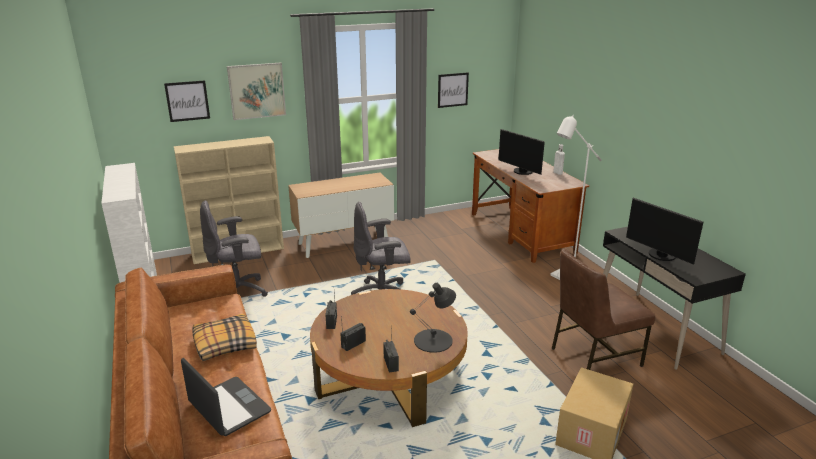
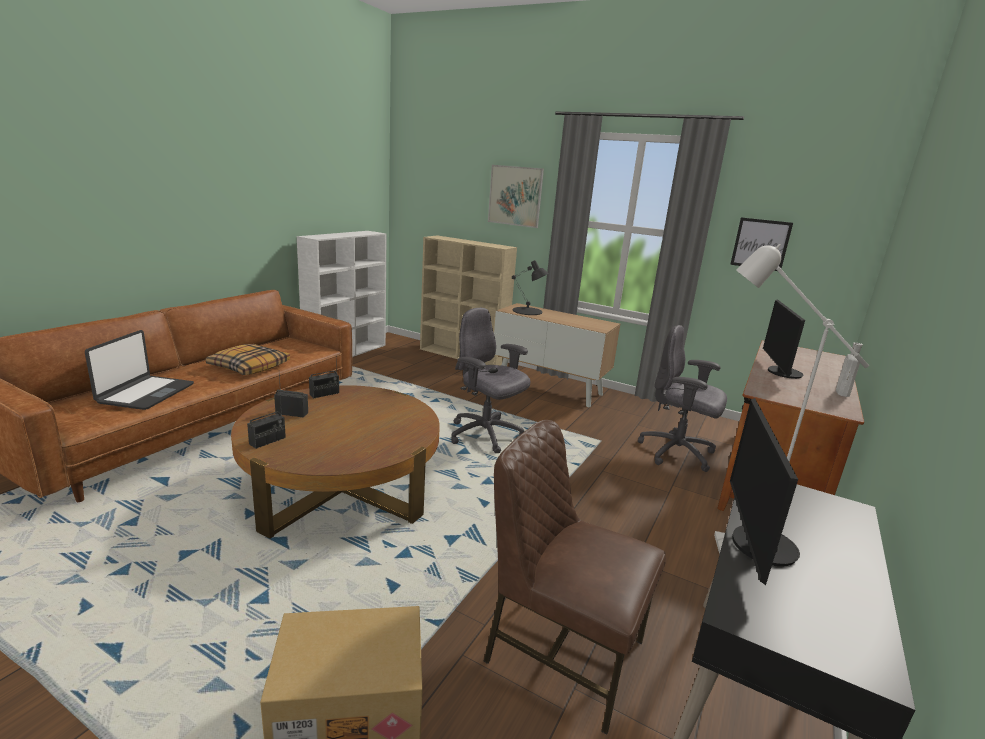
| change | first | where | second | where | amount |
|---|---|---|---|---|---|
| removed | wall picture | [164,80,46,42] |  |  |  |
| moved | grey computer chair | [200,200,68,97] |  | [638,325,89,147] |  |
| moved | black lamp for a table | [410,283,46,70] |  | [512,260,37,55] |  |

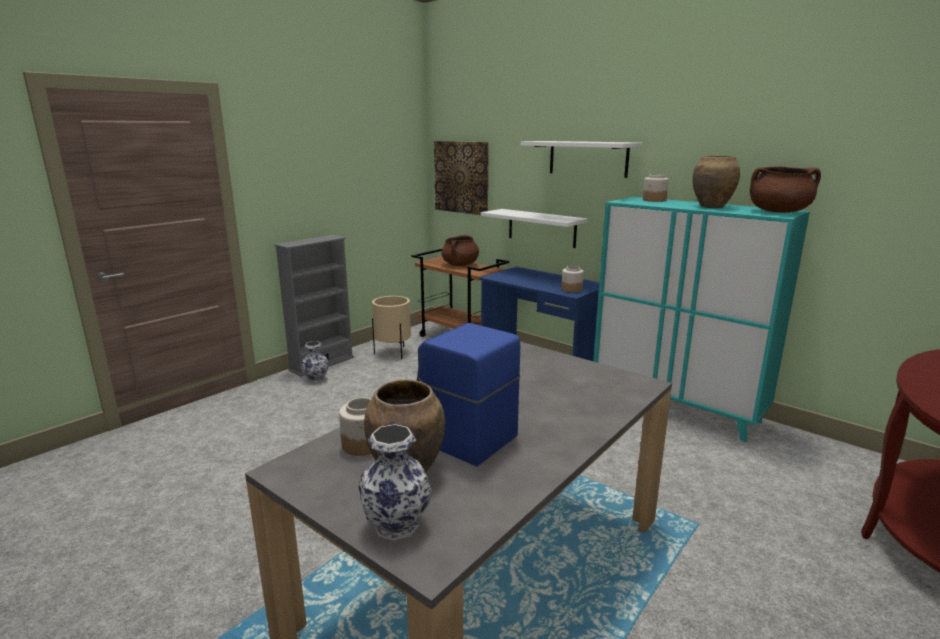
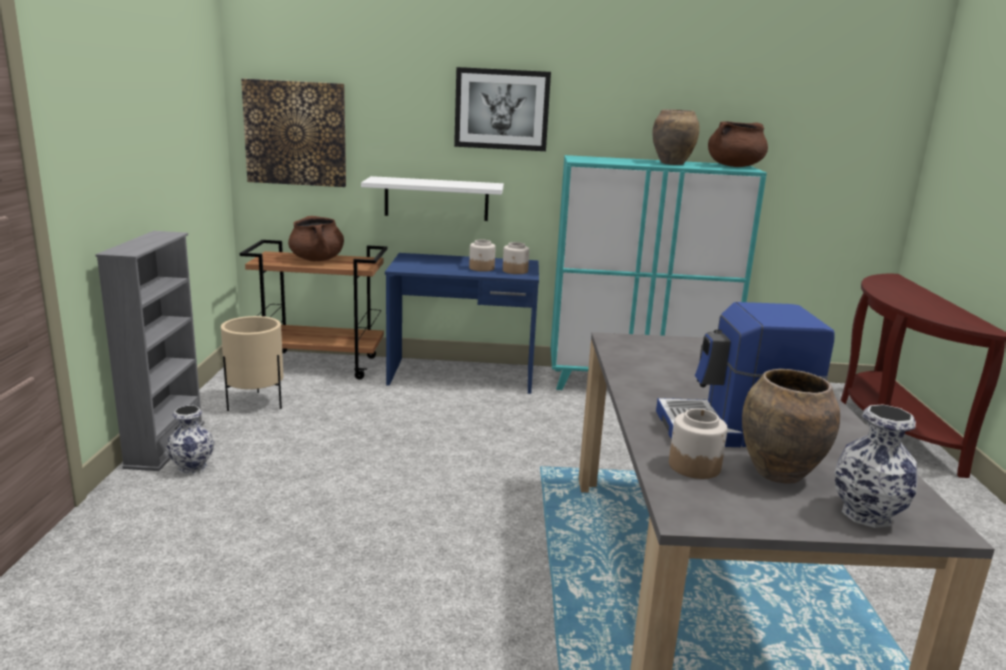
| change | first | where | second | where | amount |
|---|---|---|---|---|---|
| replaced | whitish bracket shelf | [520,141,122,37] | wall picture | [454,67,97,84] |  |
| moved | storage jar | [643,174,26,28] |  | [469,240,27,32] |  |

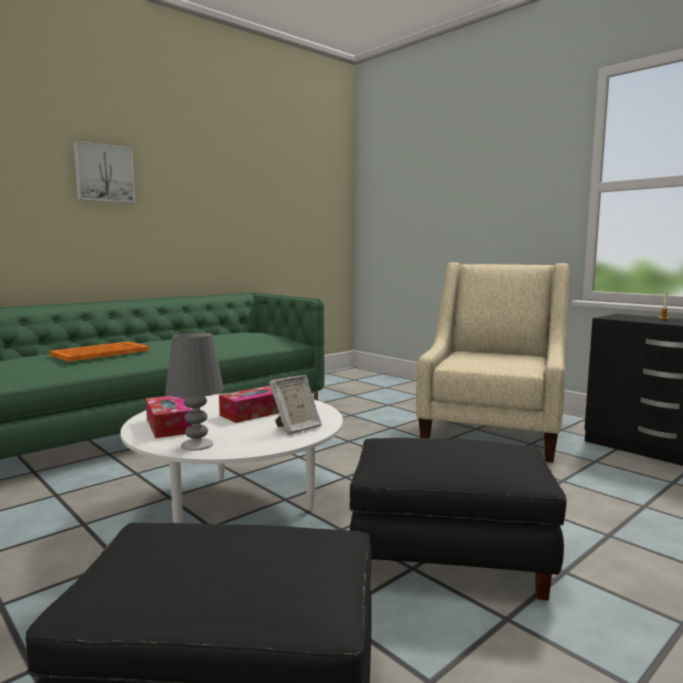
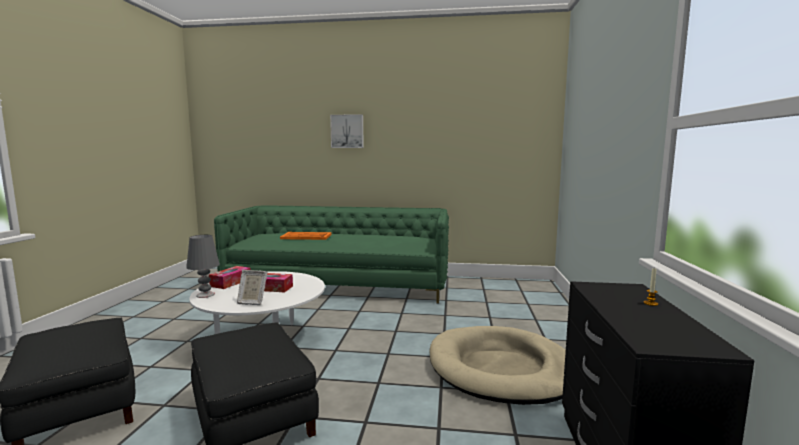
| change | first | where | second | where | amount |
|---|---|---|---|---|---|
| replaced | beige-coloured easy chair | [416,263,154,200] | beige-coloured pet bed | [430,326,136,79] |  |

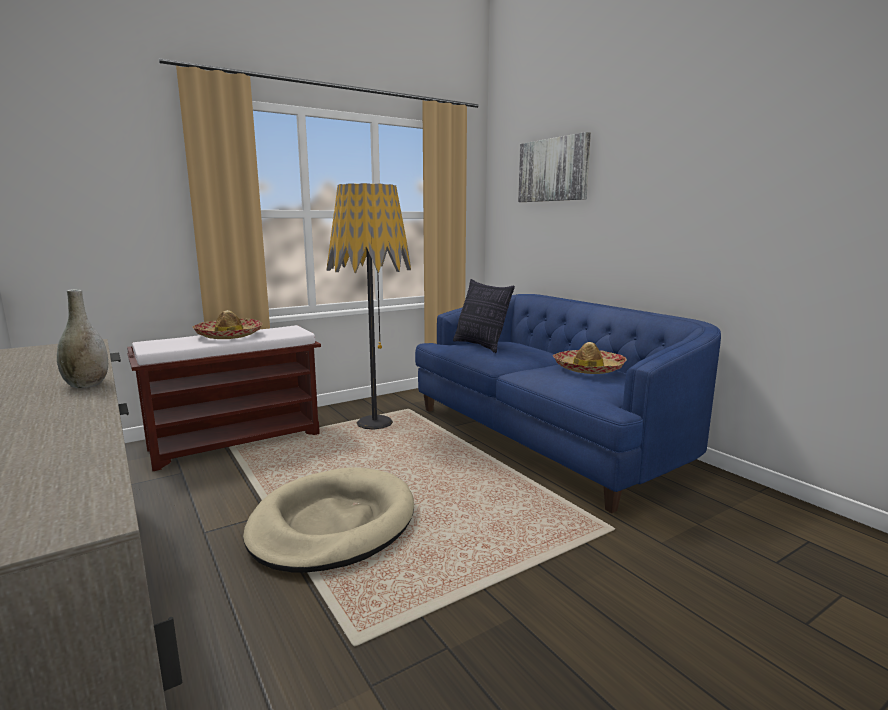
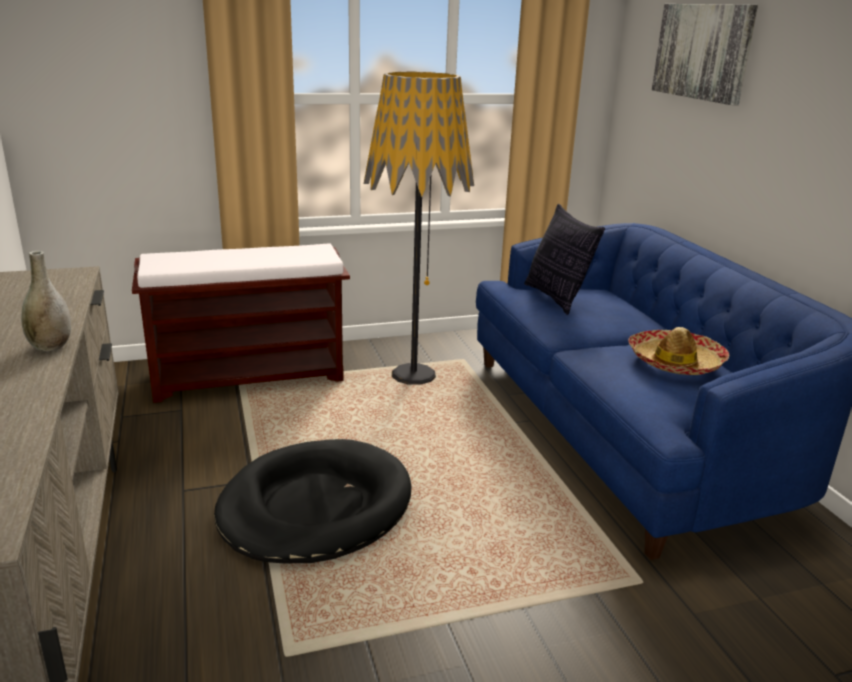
| change | first | where | second | where | amount |
|---|---|---|---|---|---|
| removed | wearable hat | [193,310,69,29] |  |  |  |
| recoloured | beige-coloured pet bed | [243,467,171,106] | black pet bed | [214,439,198,124] |  |

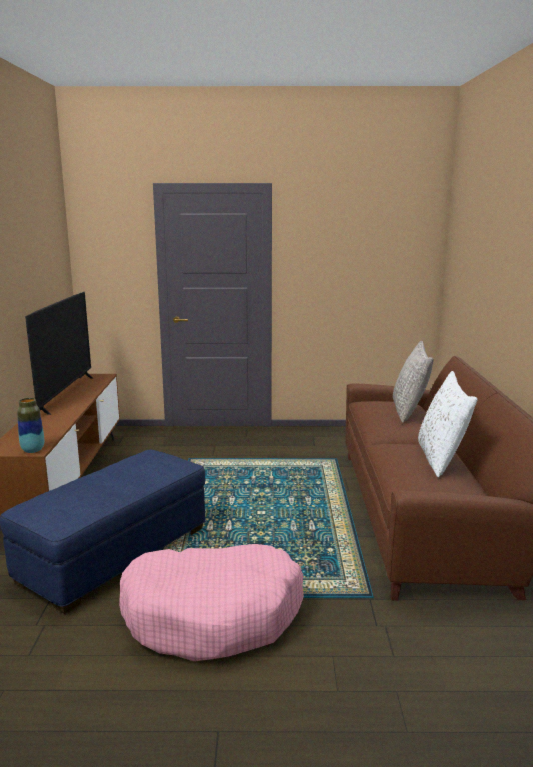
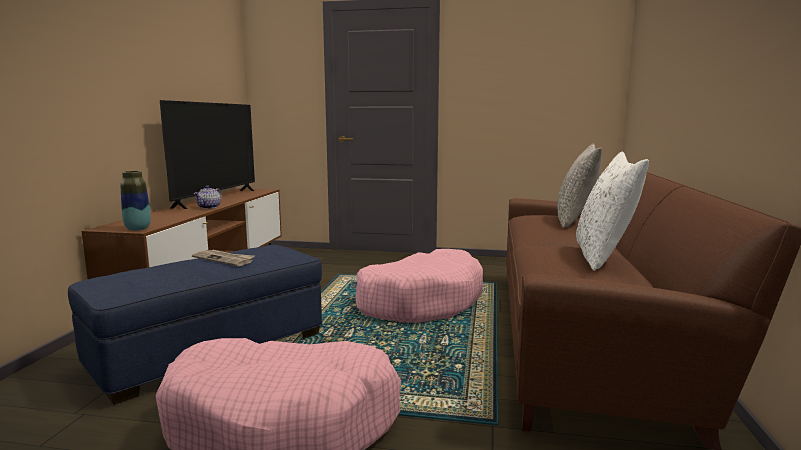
| change | first | where | second | where | amount |
|---|---|---|---|---|---|
| added |  |  | daily paper | [192,250,62,16] |  |
| added |  |  | tea pot | [193,185,29,24] |  |
| added |  |  | pink pet bed | [356,249,127,74] |  |

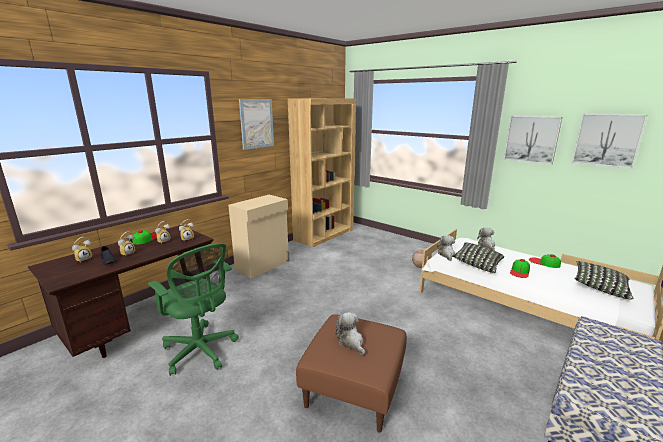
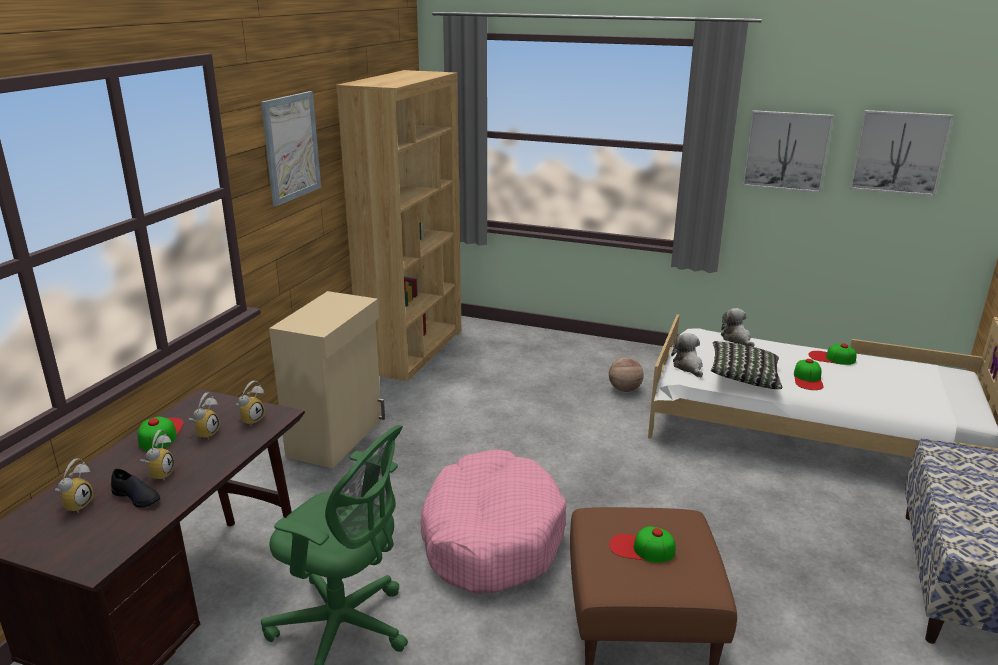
| change | first | where | second | where | amount |
|---|---|---|---|---|---|
| replaced | cuddly toy | [335,312,30,43] | cap | [609,526,67,37] |  |
| removed | pillow | [575,261,58,39] |  |  |  |
| added |  |  | pink pet bed | [420,450,147,144] |  |

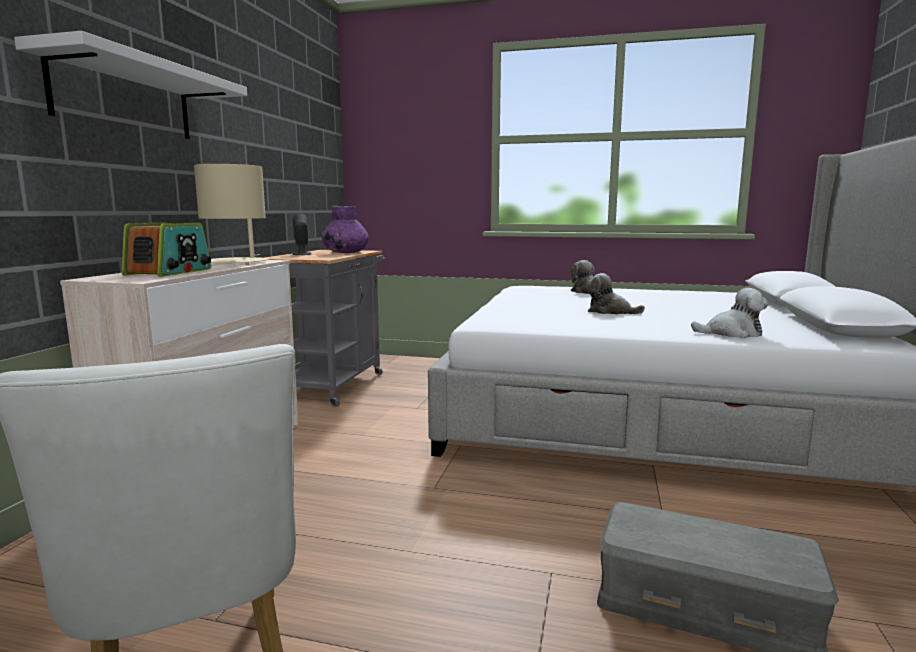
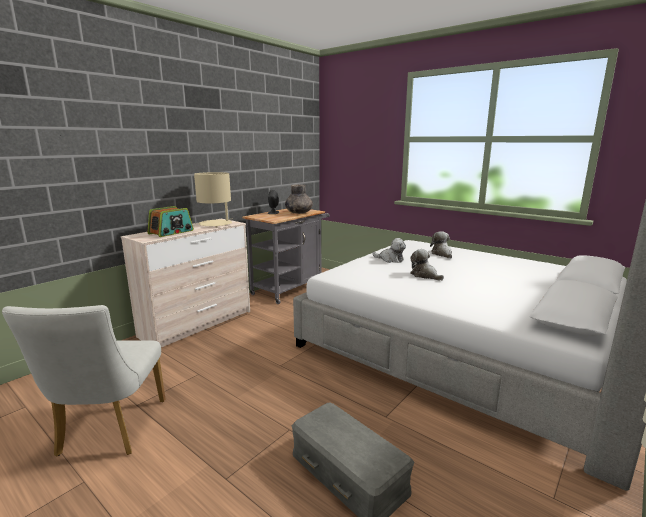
| change | first | where | second | where | amount |
|---|---|---|---|---|---|
| removed | whitish bracket shelf | [14,31,233,108] |  |  |  |
| recoloured | purple flower vase | [322,206,47,47] | grey flower vase | [285,184,28,30] |  |
| moved | cuddly toy | [691,288,77,50] |  | [373,238,33,25] |  |

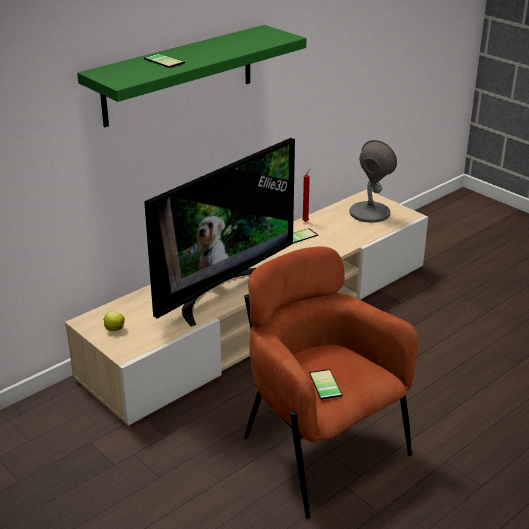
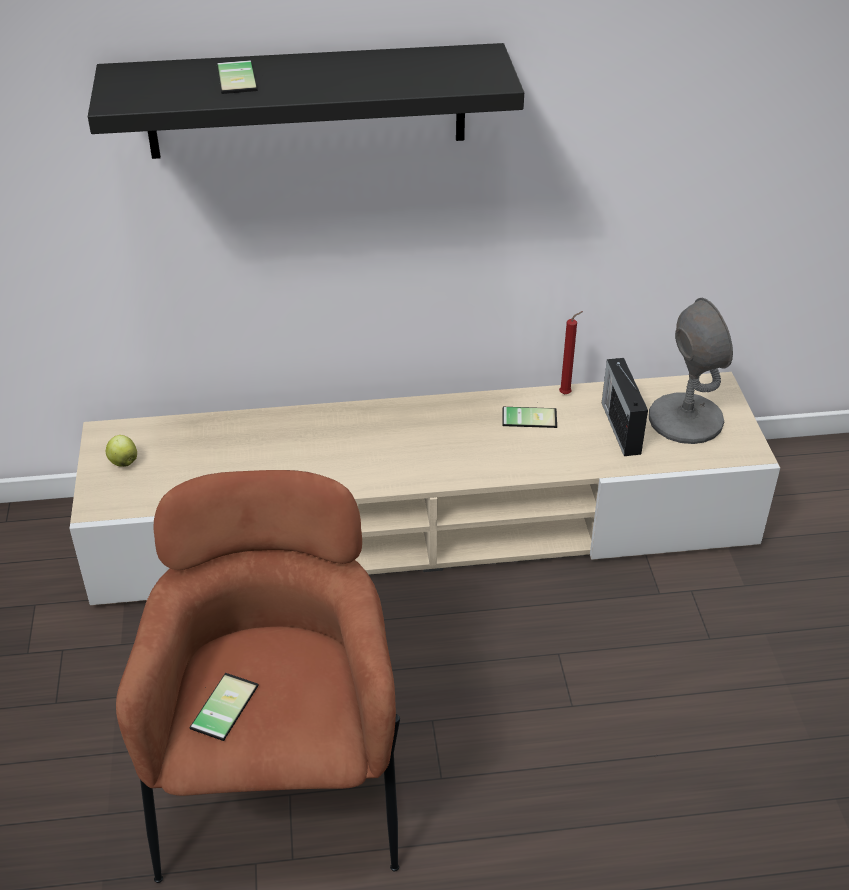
| change | first | where | second | where | amount |
|---|---|---|---|---|---|
| recoloured | green bracket shelf | [77,25,229,102] | black bracket shelf | [88,43,436,116] |  |
| removed | television | [144,138,151,189] |  |  |  |
| added |  |  | radio | [602,358,46,98] |  |

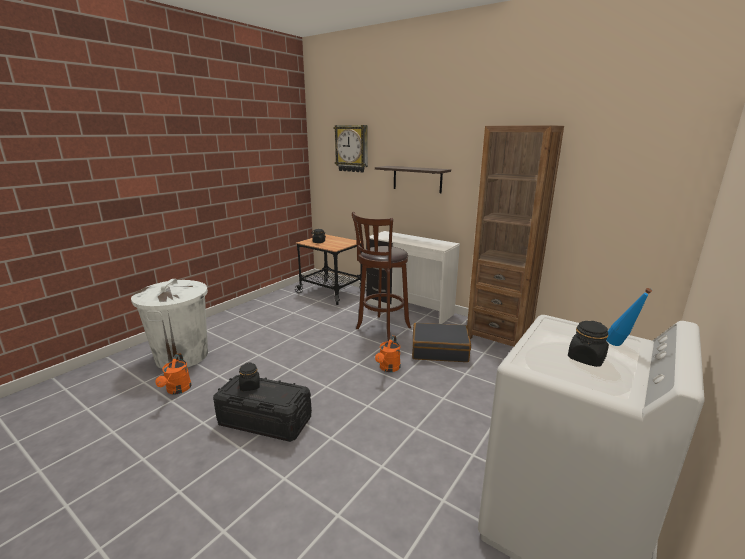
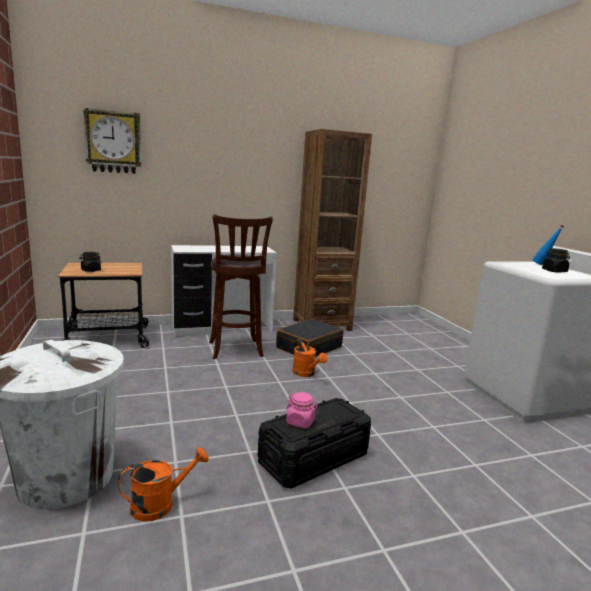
| change | first | where | second | where | amount |
|---|---|---|---|---|---|
| turned | orange sprinkling can | [155,353,37,42] |  | [118,447,91,75] | 60 degrees counterclockwise |
| recoloured | black storage jar | [239,362,21,29] | pink storage jar | [286,392,32,36] |  |
| removed | bracket shelf | [375,166,76,27] |  |  |  |

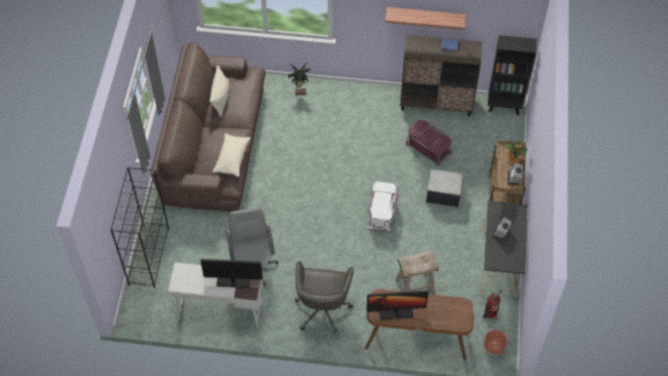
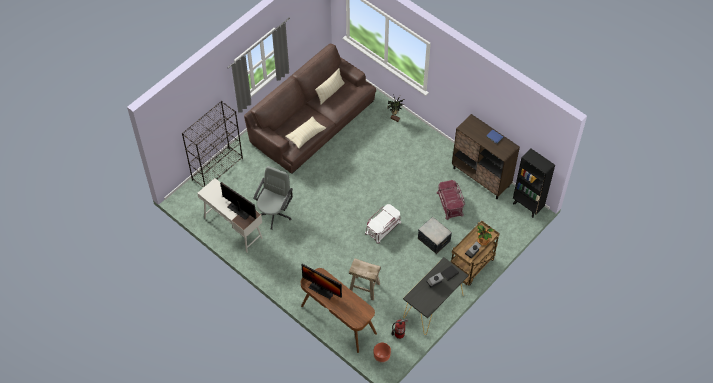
| change | first | where | second | where | amount |
|---|---|---|---|---|---|
| removed | grey computer chair | [295,261,59,74] |  |  |  |
| removed | bracket shelf | [385,7,81,23] |  |  |  |

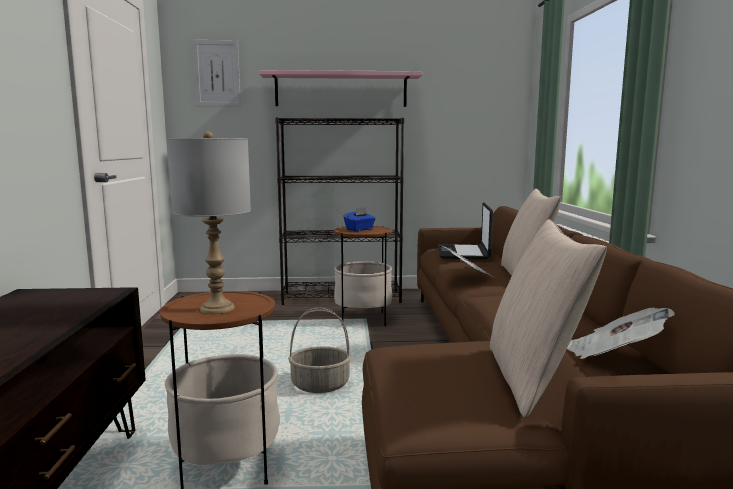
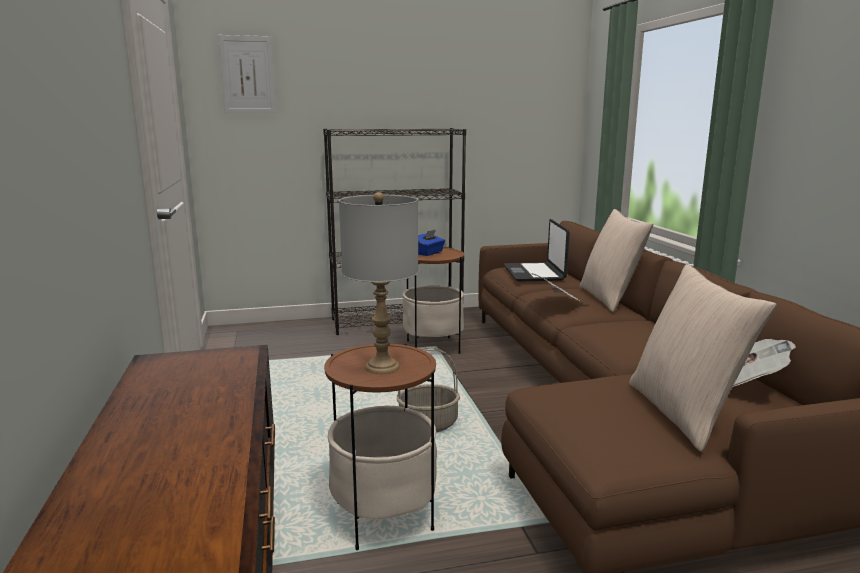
| change | first | where | second | where | amount |
|---|---|---|---|---|---|
| removed | pink bracket shelf | [259,70,163,37] |  |  |  |

